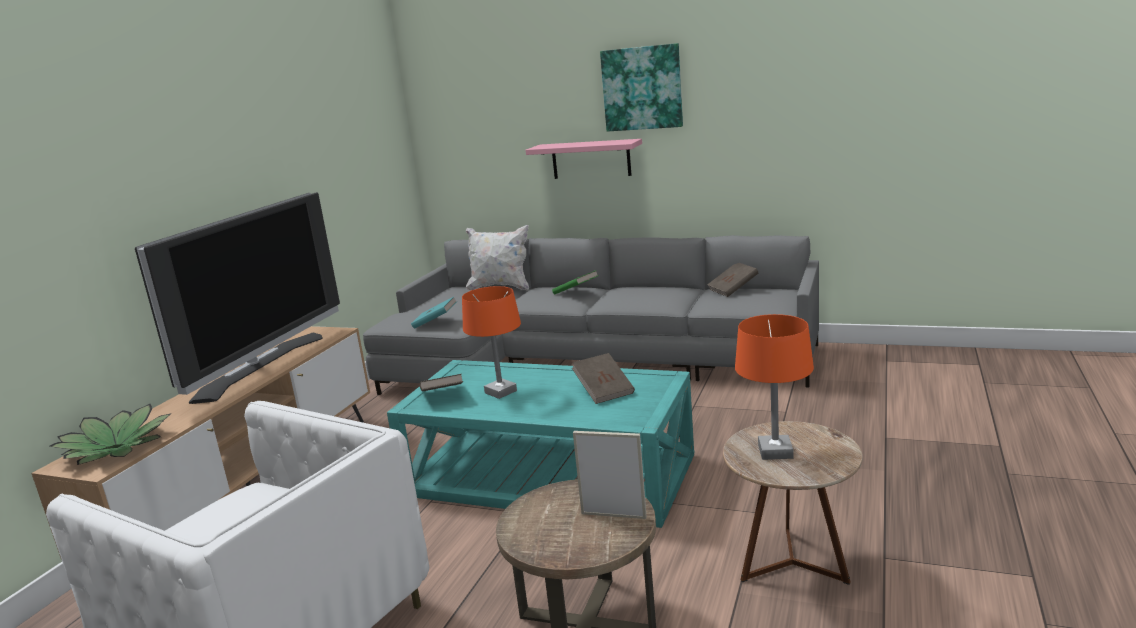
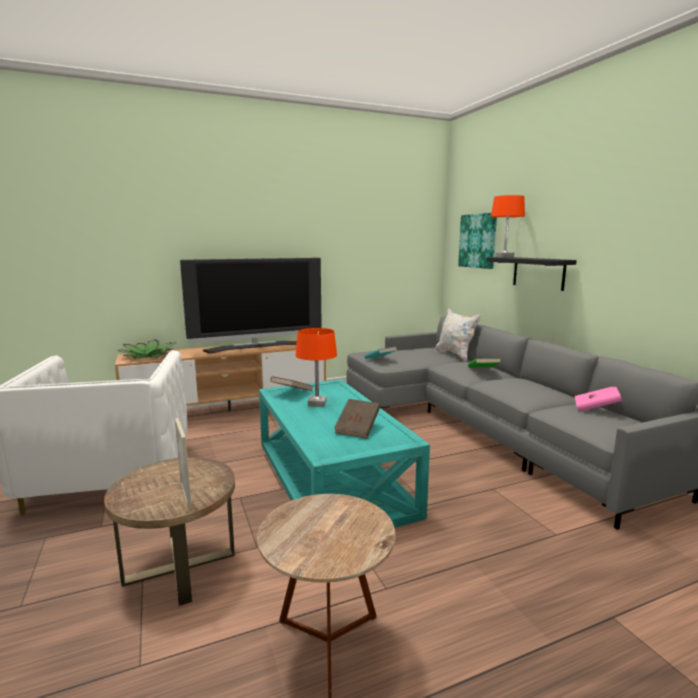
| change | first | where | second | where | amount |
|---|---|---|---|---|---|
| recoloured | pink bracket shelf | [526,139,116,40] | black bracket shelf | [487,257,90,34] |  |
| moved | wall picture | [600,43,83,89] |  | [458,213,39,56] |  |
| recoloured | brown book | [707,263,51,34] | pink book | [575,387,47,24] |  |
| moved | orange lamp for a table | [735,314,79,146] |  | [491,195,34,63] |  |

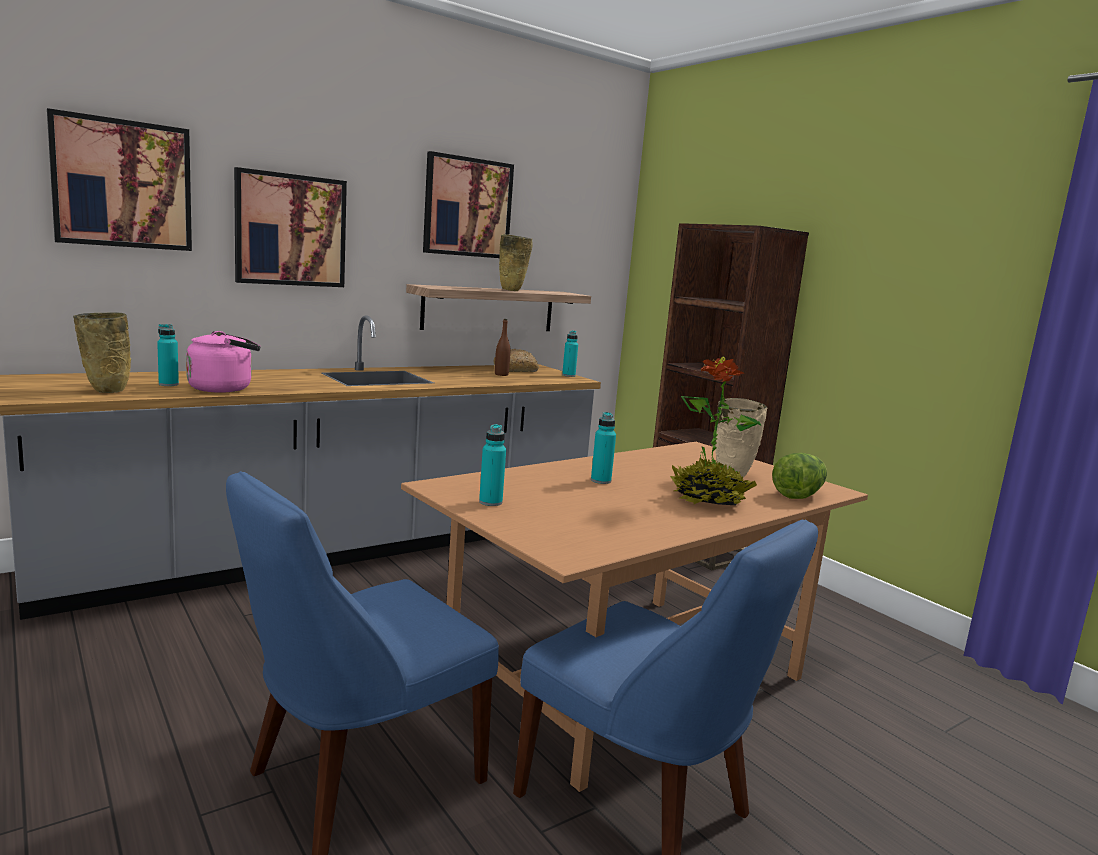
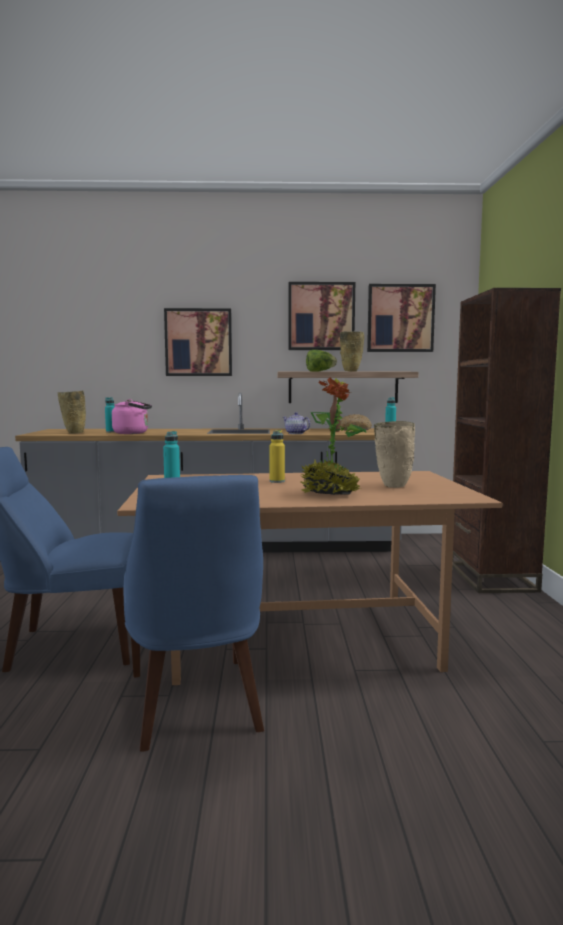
| change | first | where | second | where | amount |
|---|---|---|---|---|---|
| moved | wall picture | [47,108,145,143] |  | [367,284,69,68] |  |
| recoloured | blue-green beverage bottle | [591,412,25,72] | yellowish beverage bottle | [270,430,15,53] |  |
| moved | head of lettuce | [772,453,55,46] |  | [306,350,31,22] |  |
| added |  |  | tea pot | [283,412,28,22] |  |

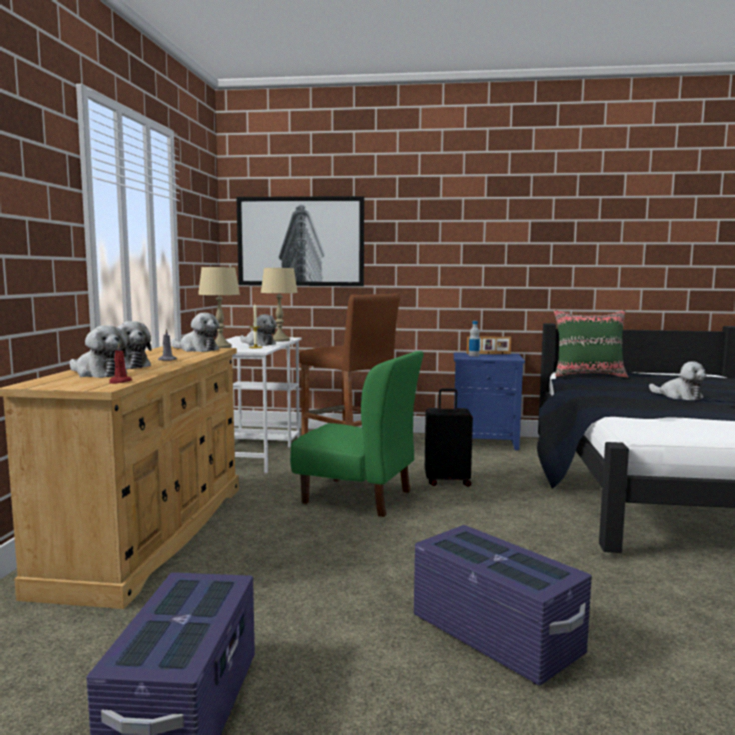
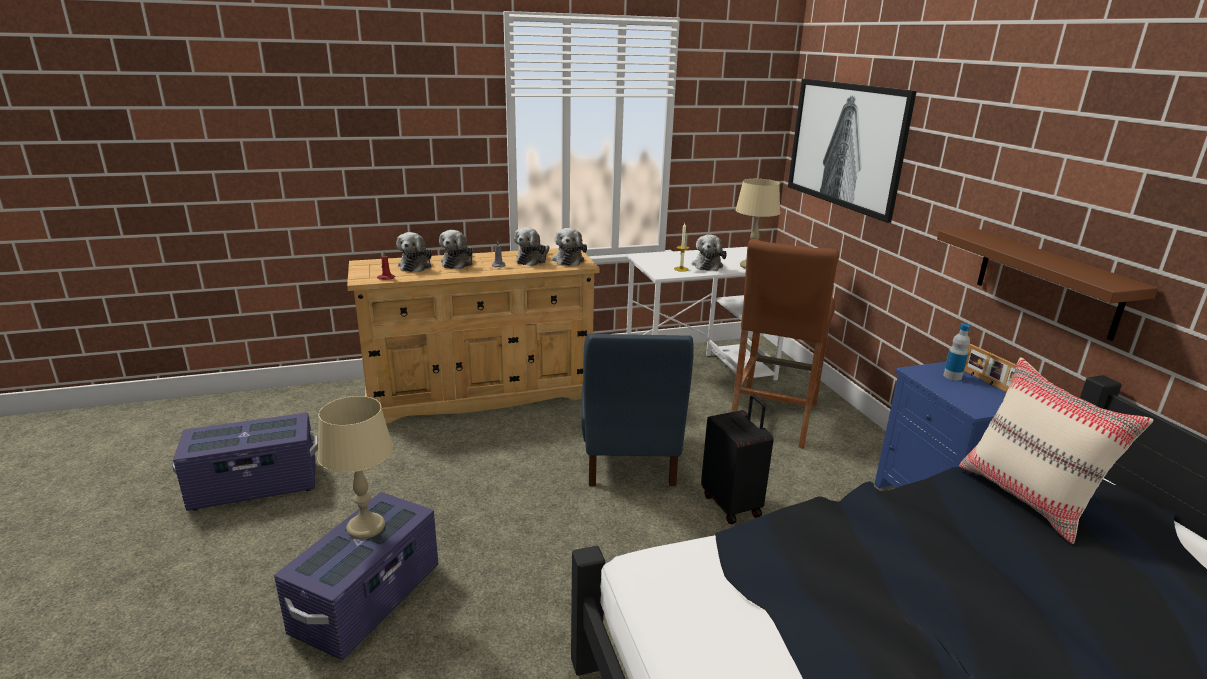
| change | first | where | second | where | amount |
|---|---|---|---|---|---|
| moved | beige-coloured lamp for a table | [198,267,42,81] |  | [317,396,76,143] |  |
| recoloured | green chair | [290,351,133,166] | bluish chair | [581,334,112,152] |  |
| recoloured | green pillow | [554,310,74,68] | beige-coloured pillow | [959,357,195,187] |  |
| moved | cuddly toy | [649,361,57,39] |  | [514,227,35,39] |  |
| added |  |  | brown bracket shelf | [937,228,221,113] |  |

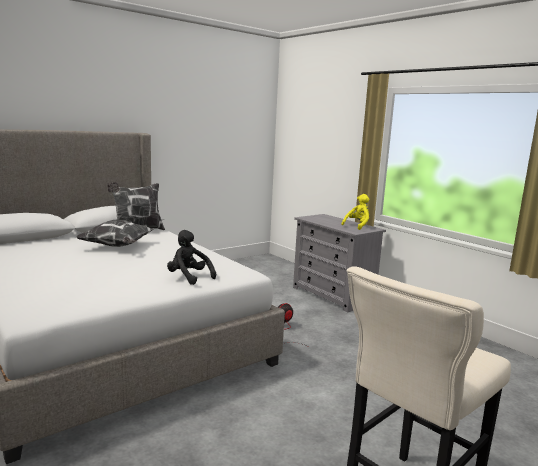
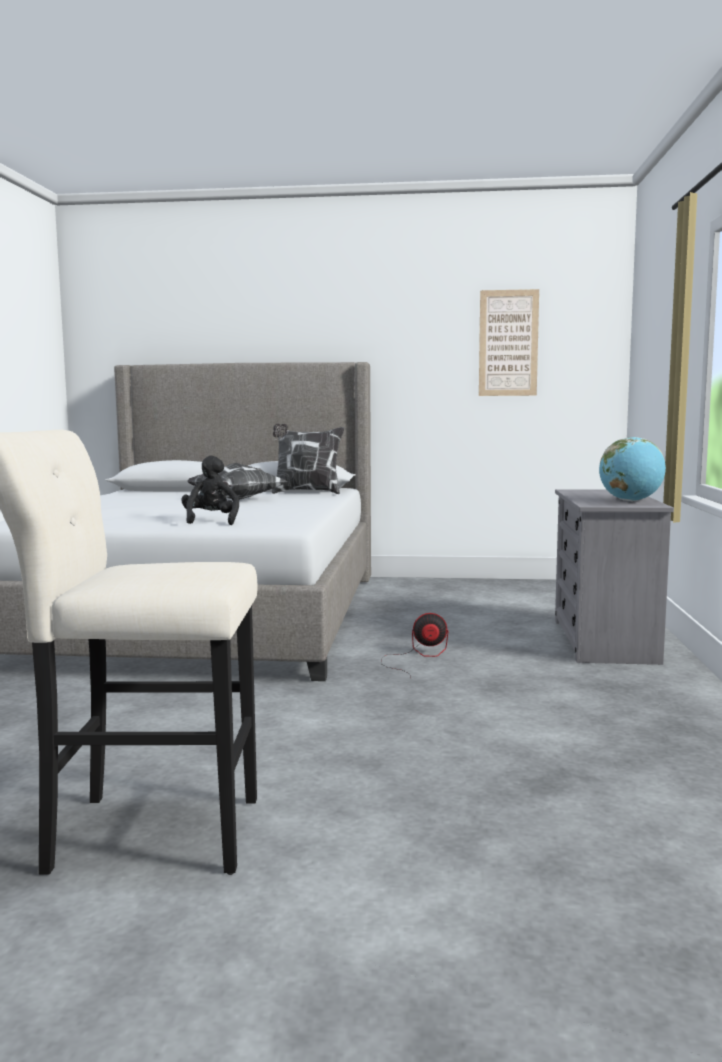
| change | first | where | second | where | amount |
|---|---|---|---|---|---|
| replaced | yellowish cuddly toy | [341,194,28,36] | globe | [599,437,67,64] |  |
| added |  |  | wall picture | [479,289,60,107] |  |

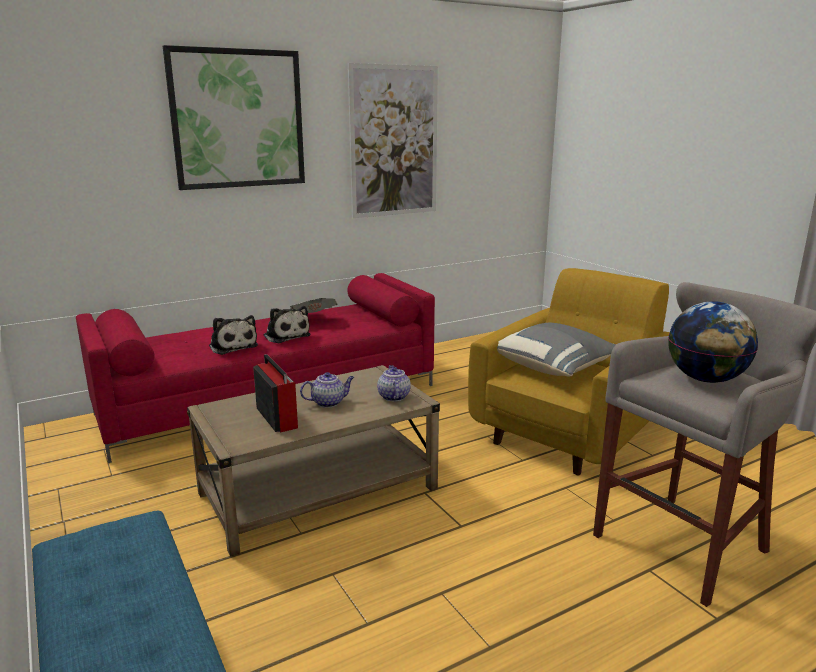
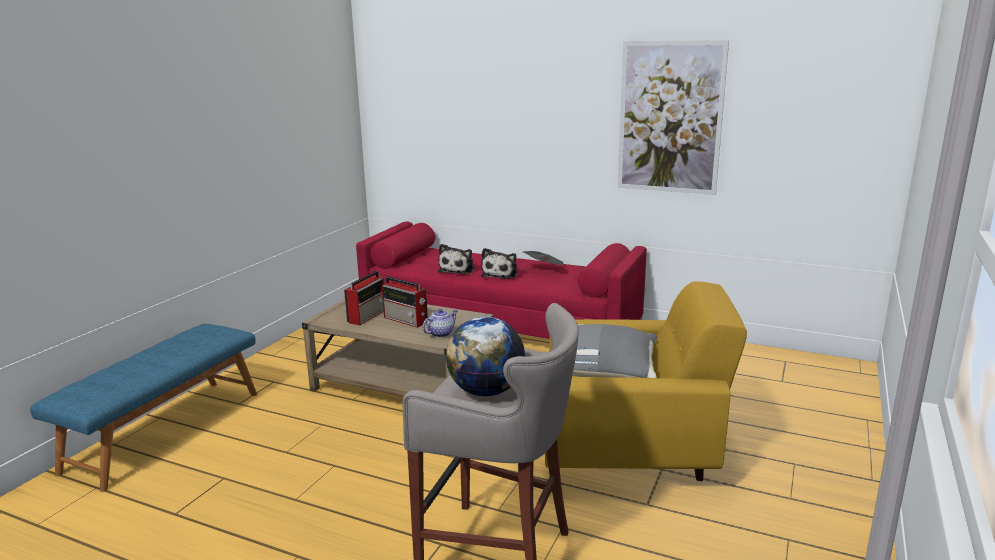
| change | first | where | second | where | amount |
|---|---|---|---|---|---|
| removed | wall picture | [163,45,142,145] |  |  |  |
| replaced | tea pot | [300,372,54,36] | radio | [382,276,46,52] |  |

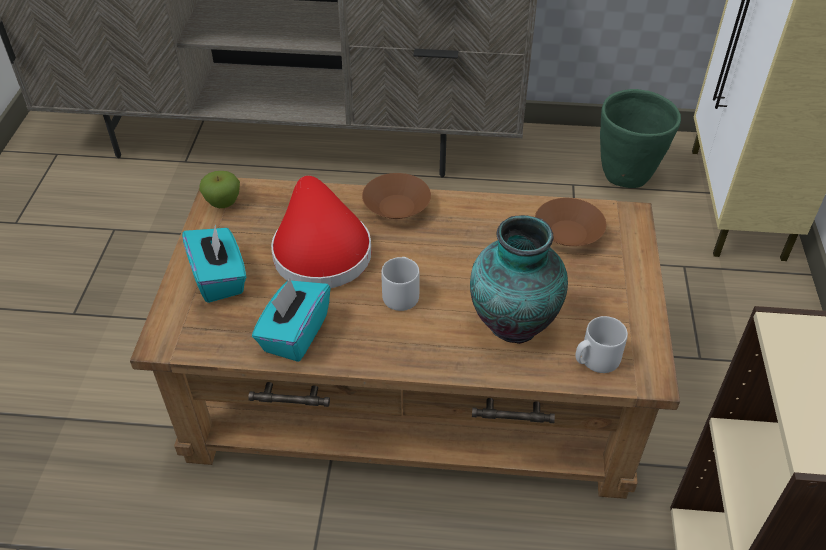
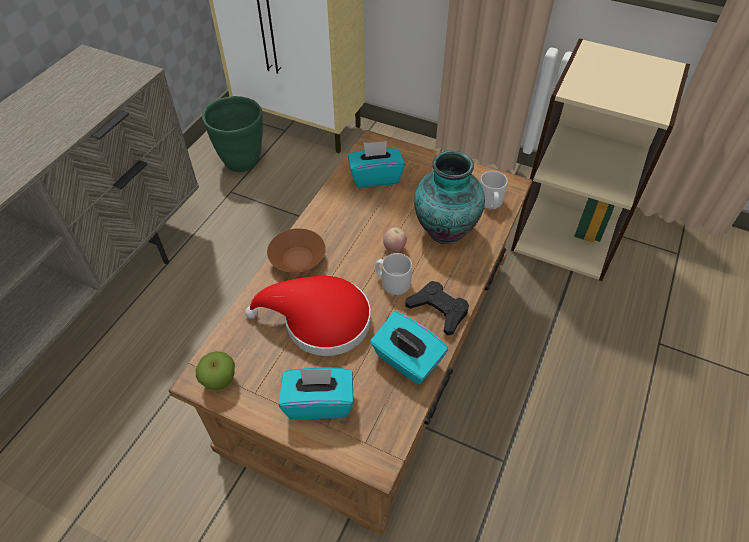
| change | first | where | second | where | amount |
|---|---|---|---|---|---|
| replaced | brown serving bowl | [535,198,71,48] | blue-green tissue box | [348,141,57,47] |  |
| added |  |  | apple fruit | [383,227,24,25] |  |
| added |  |  | black game controller | [405,281,64,55] |  |

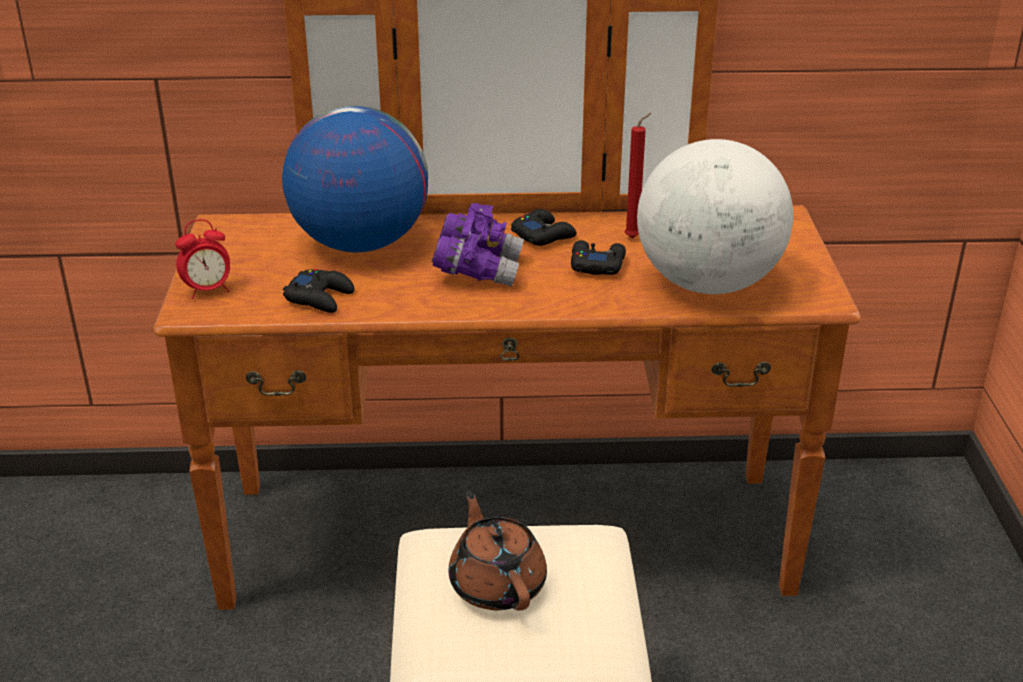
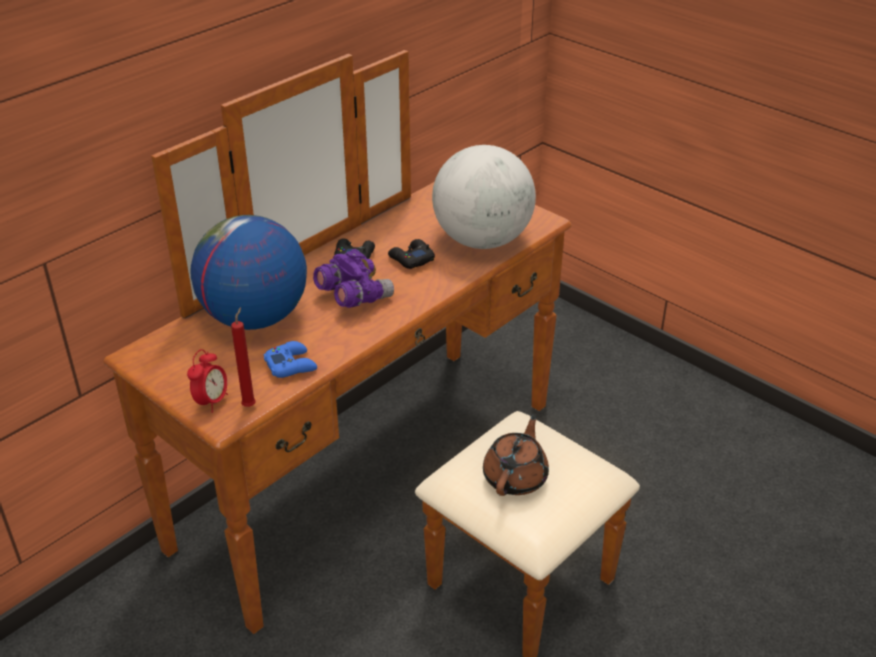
| change | first | where | second | where | amount |
|---|---|---|---|---|---|
| recoloured | black game controller | [283,269,71,44] | bluish game controller | [264,341,53,37] |  |
| turned | brown tea pot | [448,490,99,121] |  | [483,414,66,82] | 90 degrees clockwise |
| moved | reddish wax candle | [624,113,27,125] |  | [231,307,25,100] |  |

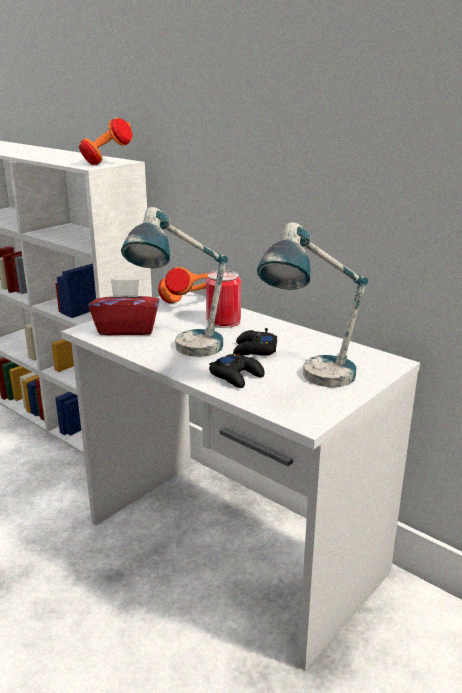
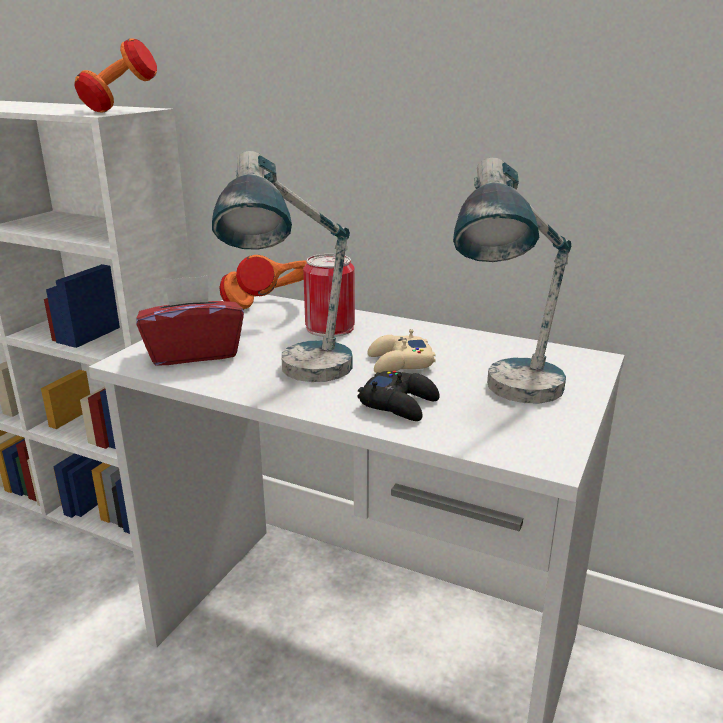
| change | first | where | second | where | amount |
|---|---|---|---|---|---|
| recoloured | black game controller | [233,328,44,28] | beige-coloured game controller | [367,329,69,44] |  |

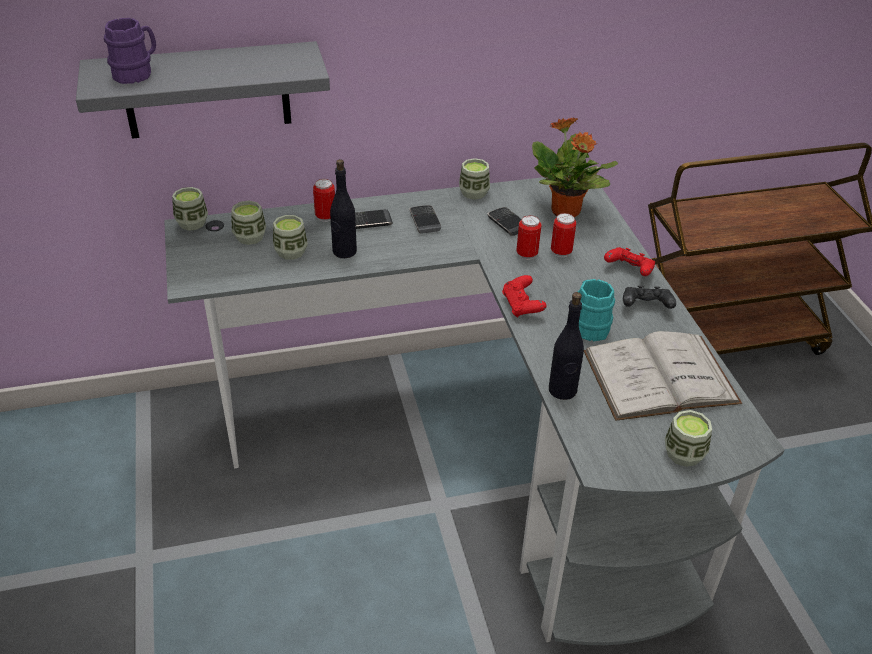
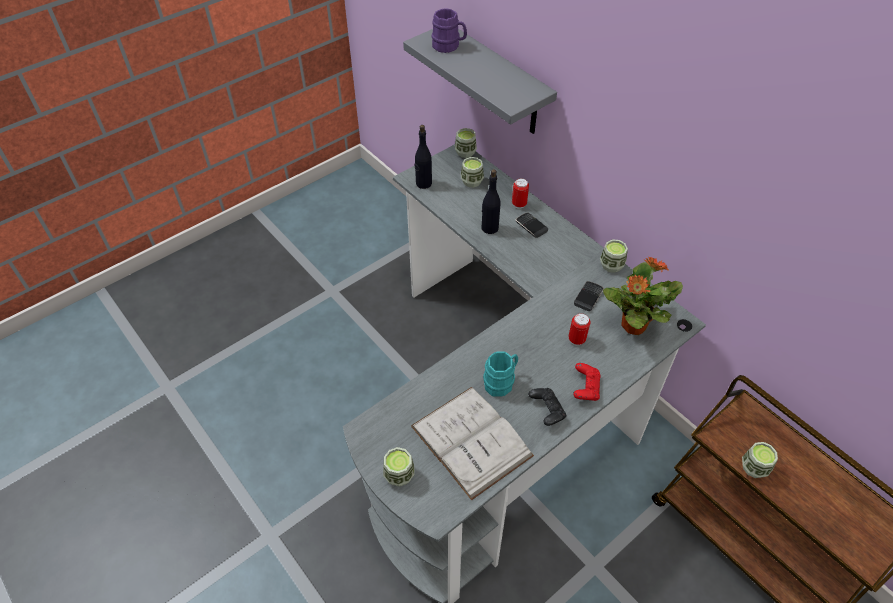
| change | first | where | second | where | amount |
|---|---|---|---|---|---|
| moved | small cup | [273,215,35,45] |  | [742,442,36,36] |  |
| removed | phone | [409,205,32,28] |  |  |  |
| removed | reddish game controller | [502,275,44,43] |  |  |  |
| removed | can | [516,215,26,45] |  |  |  |
| moved | black beverage bottle | [549,292,35,108] |  | [414,125,18,64] |  |

